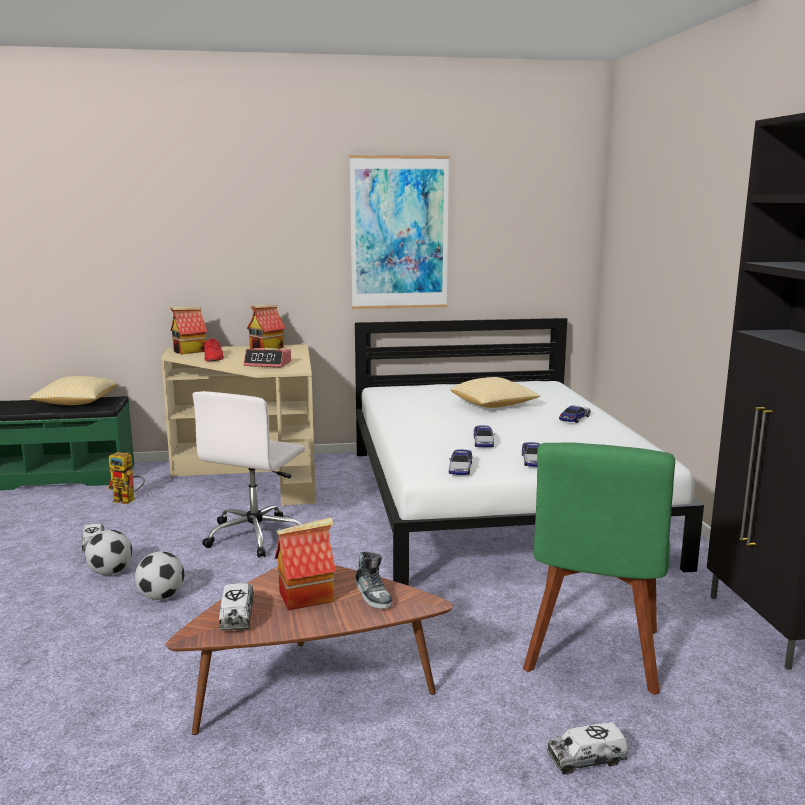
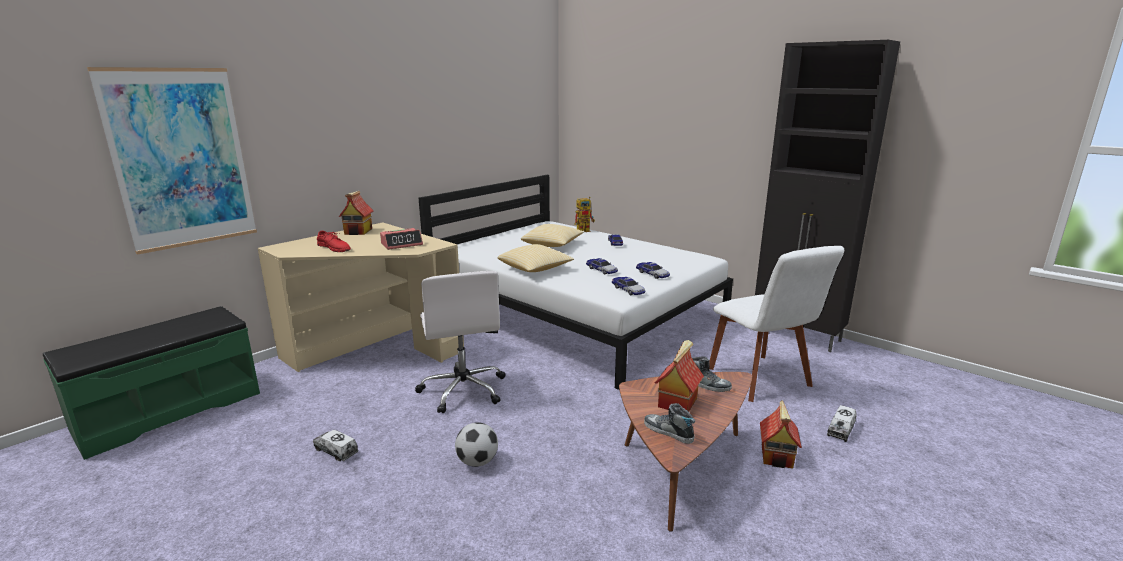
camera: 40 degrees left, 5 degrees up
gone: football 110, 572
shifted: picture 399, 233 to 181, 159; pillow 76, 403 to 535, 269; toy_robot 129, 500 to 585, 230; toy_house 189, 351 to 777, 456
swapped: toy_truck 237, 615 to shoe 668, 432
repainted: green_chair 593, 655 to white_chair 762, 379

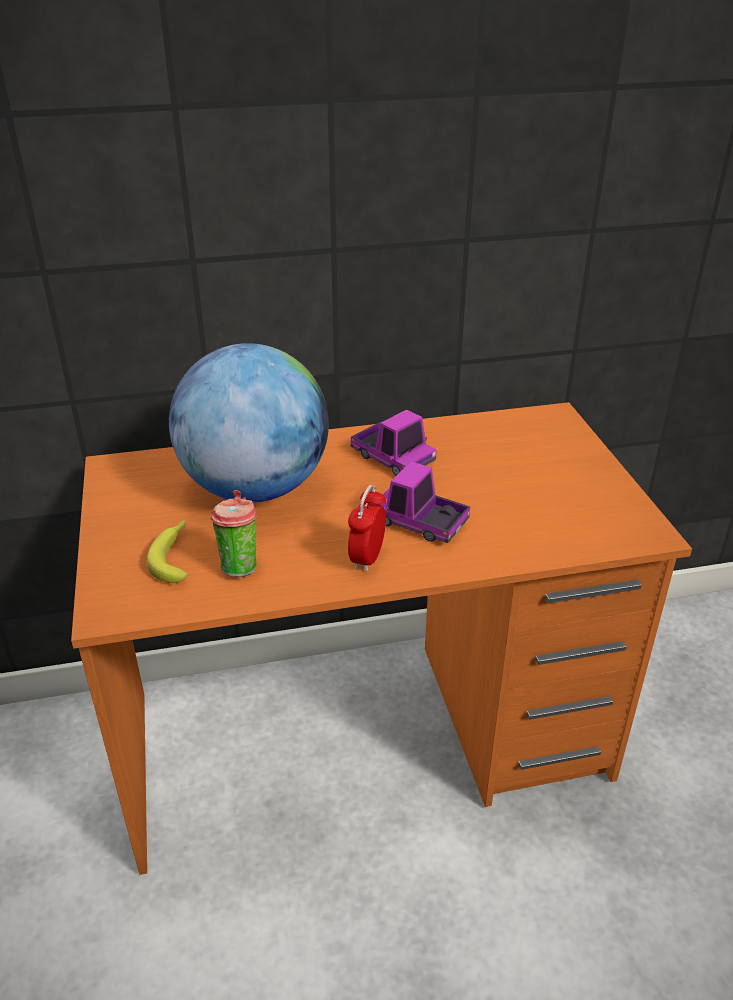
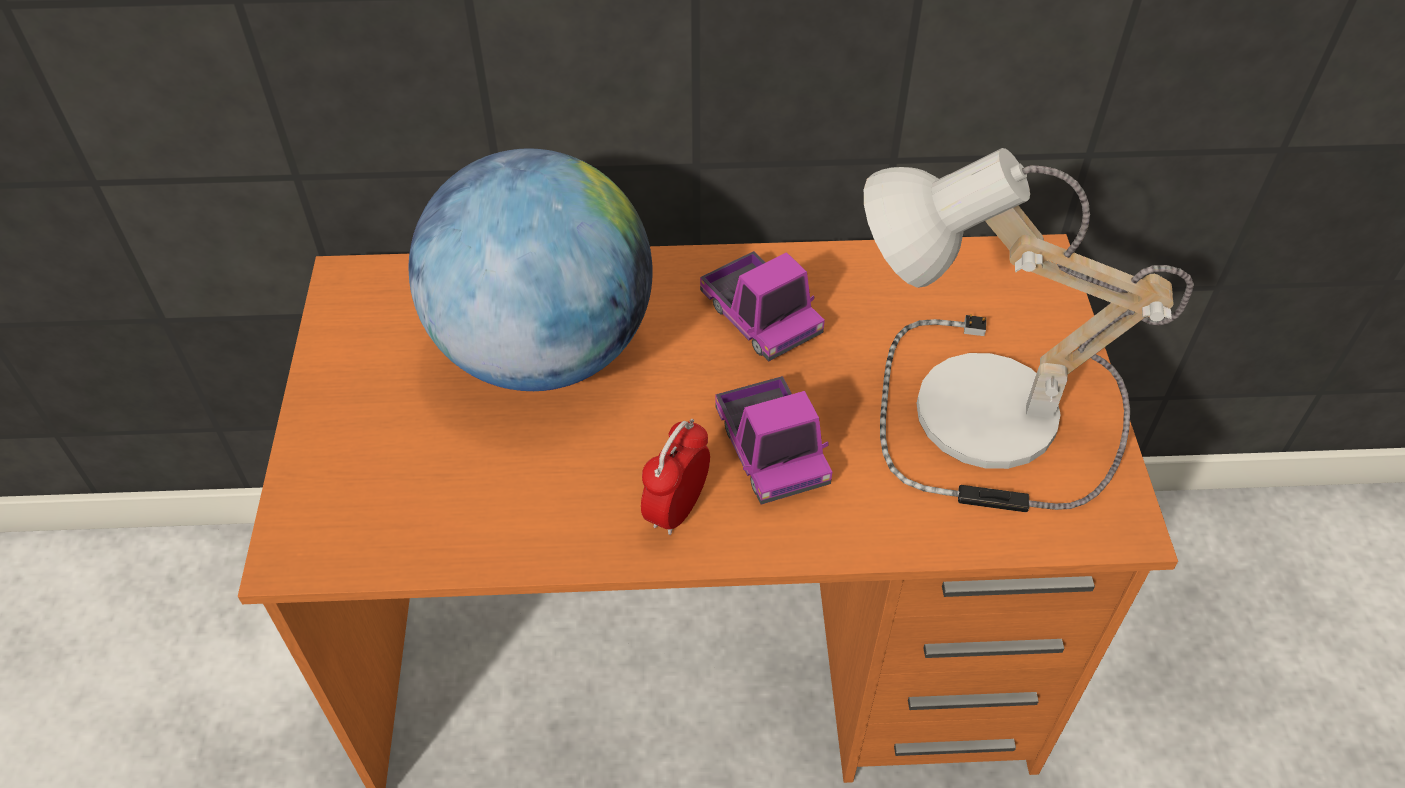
camera: 10 degrees right, 15 degrees up
gone: banana 175, 556; cup 239, 565
new: table_lamp 976, 422
rotated: toy_truck 420, 522 = 771, 450 150 degrees counterclockwise

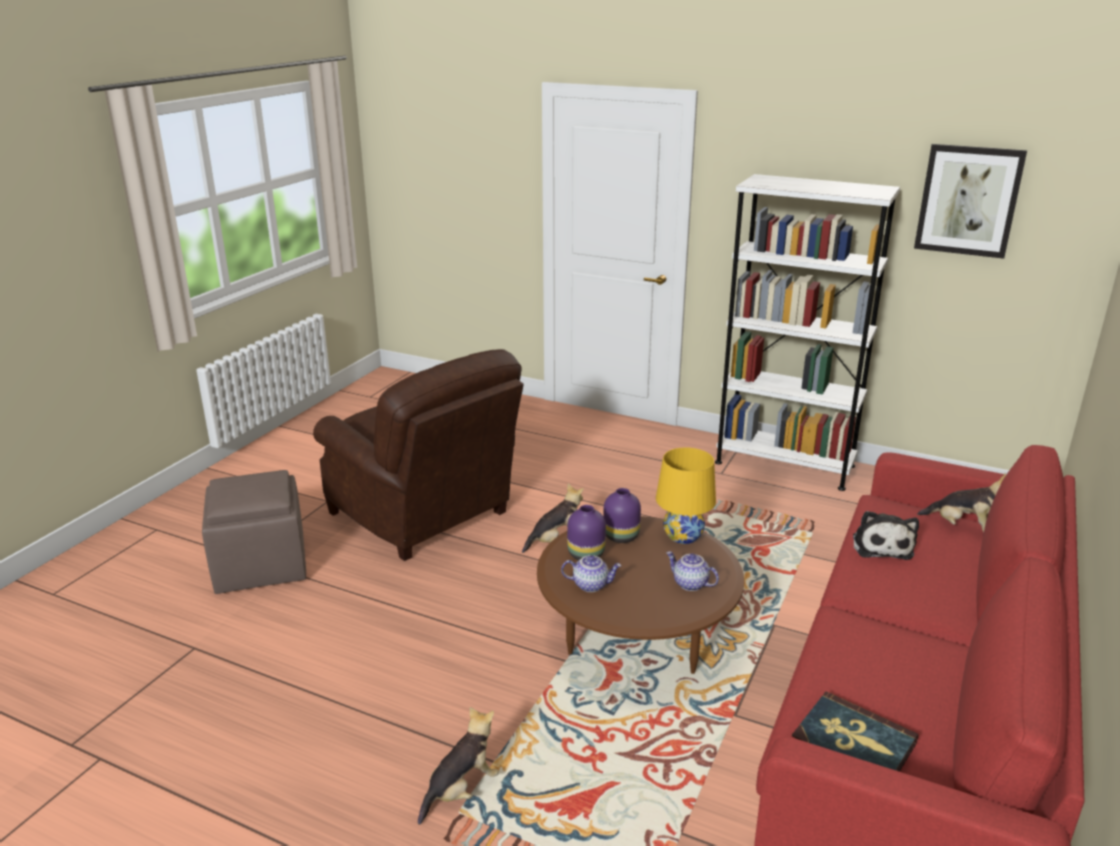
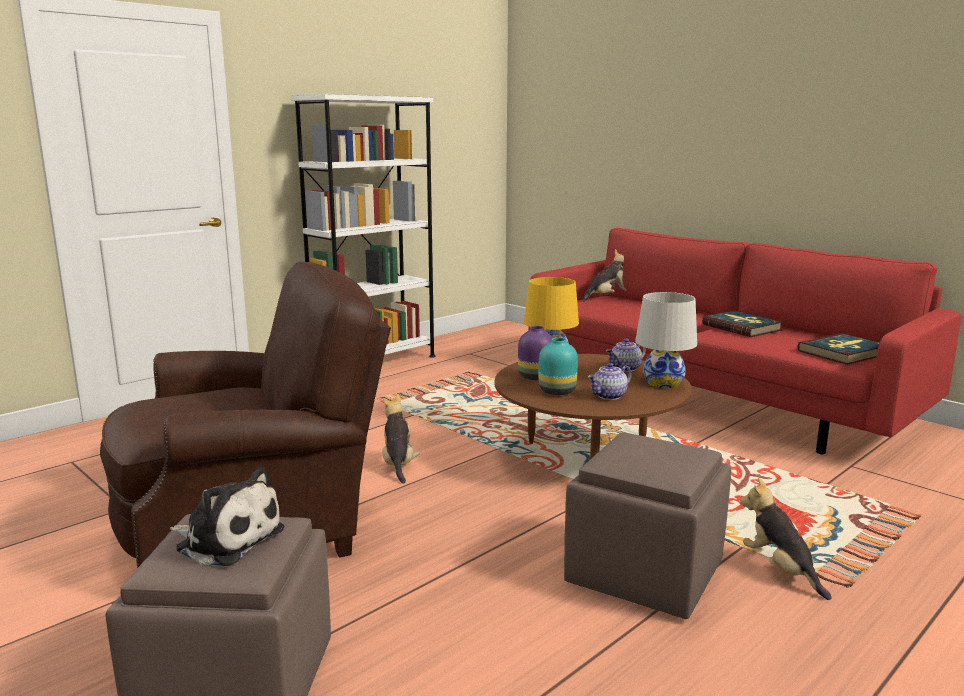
camera: 70 degrees left, 10 degrees down
gone: picture 968, 200
new: brown_ottoman 645, 574; white_table_lamp 663, 383; book 742, 327
shifted: plush_toy 881, 545 to 227, 539
repainted: purple_vase 586, 554 to turquoise_vase 556, 391
rotated: teapot 591, 585 = 609, 396 150 degrees counterclockwise

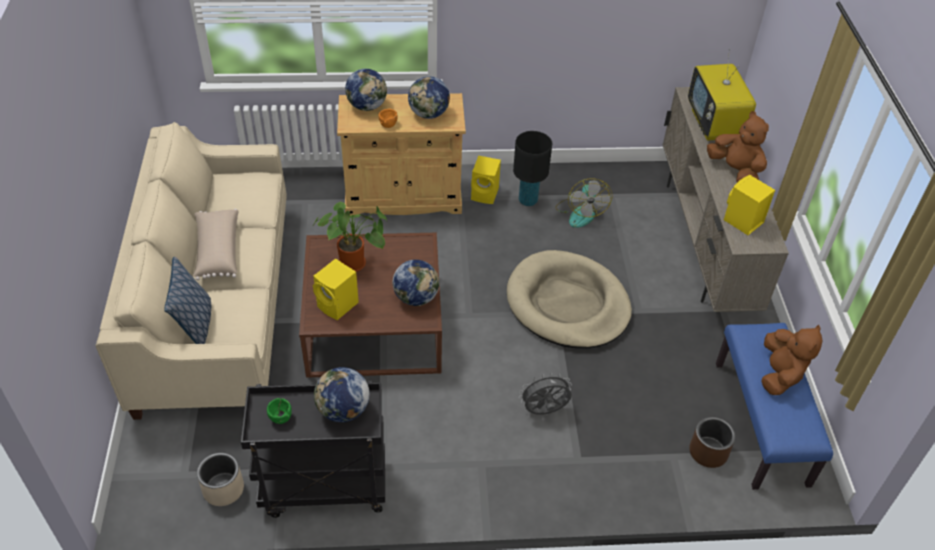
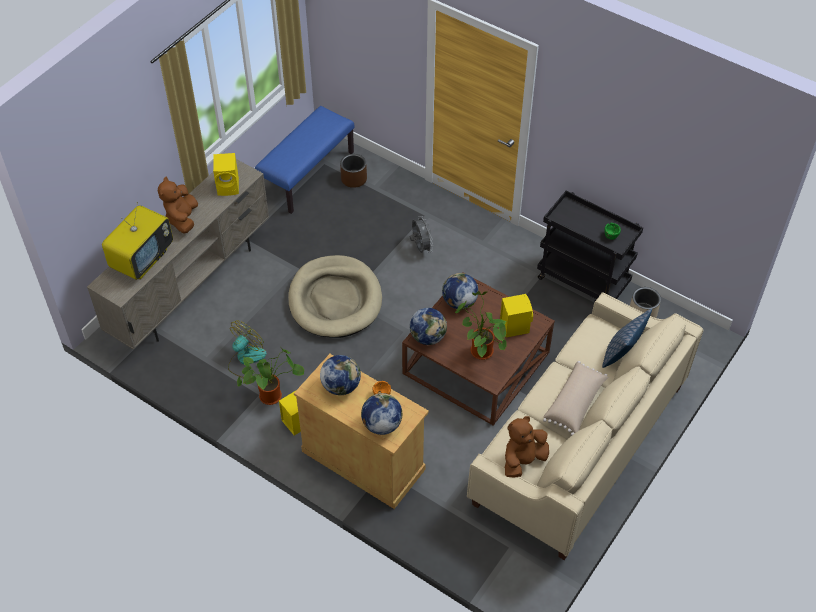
camera: 140 degrees left, 5 degrees up
shifted: globe 343, 410 to 428, 337; brown_plush_toy 780, 374 to 523, 460
swapped: black_table_lamp 527, 200 to potted_plant 272, 395
rotated: grey_fan 544, 411 = 420, 248 135 degrees counterclockwise

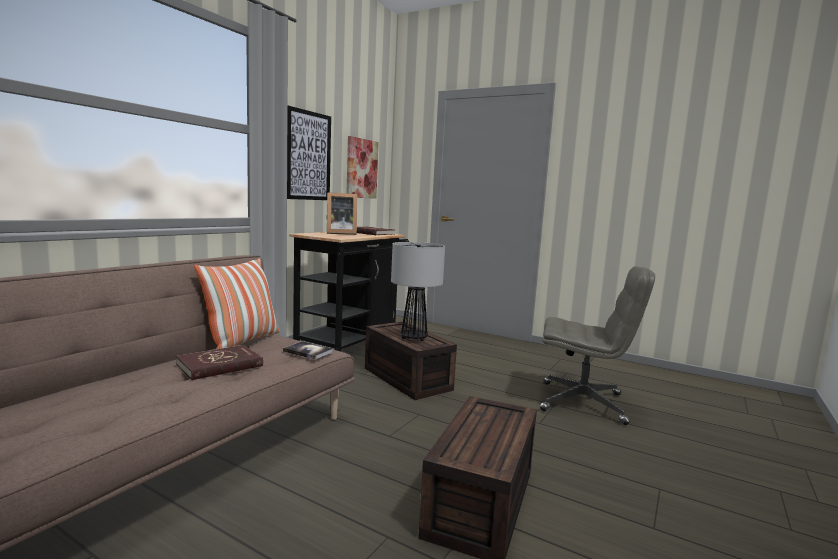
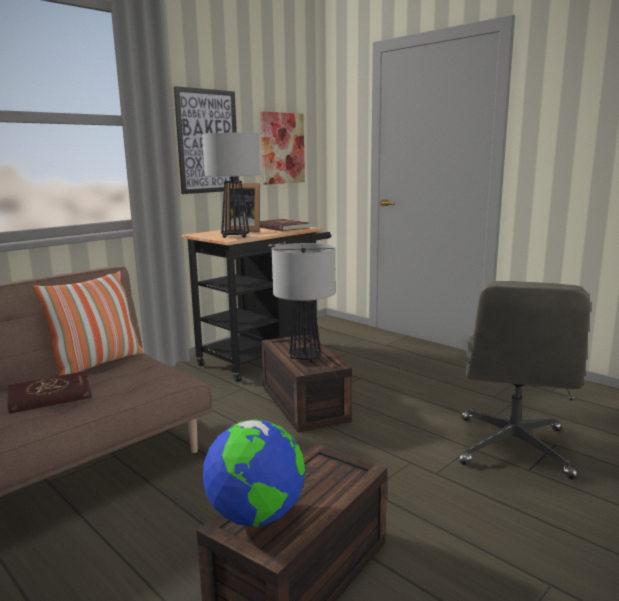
camera: 15 degrees right, 5 degrees up
gone: book 308, 351
new: table_lamp 236, 236; globe 256, 516
rotated: grey_office_chair 583, 402 = 513, 447 75 degrees clockwise

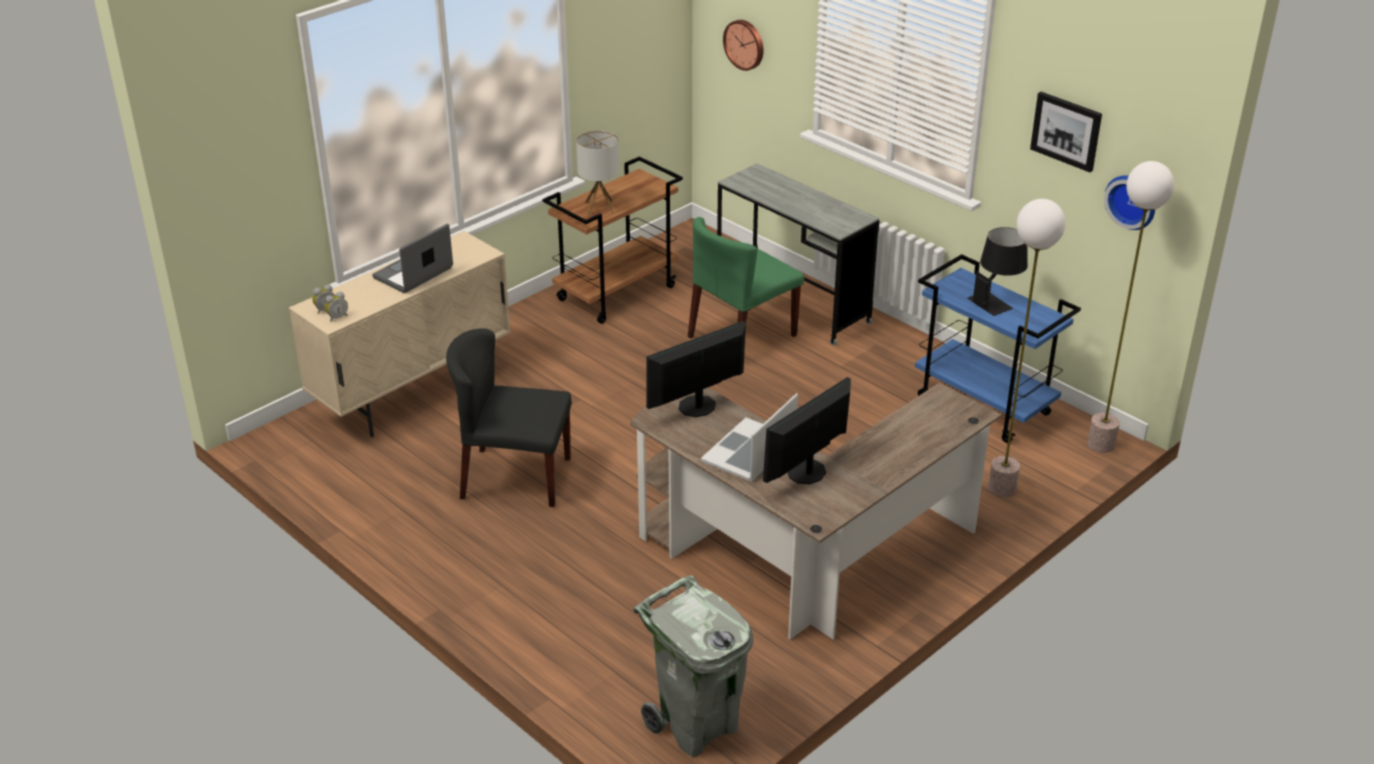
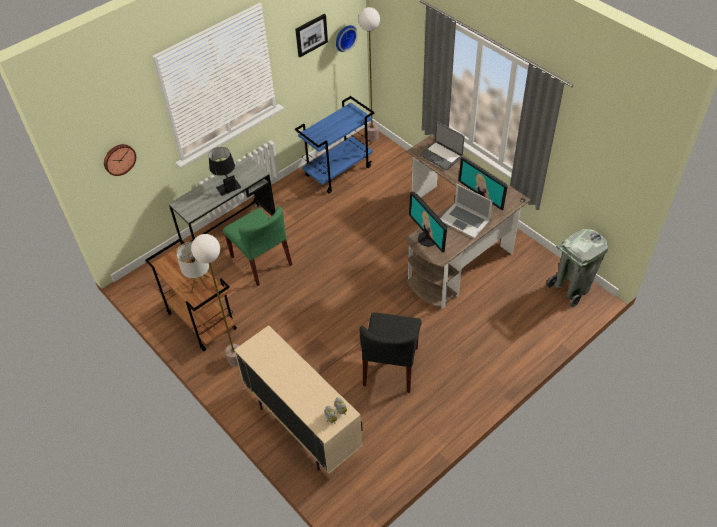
camera: 85 degrees left, 15 degrees up
shifted: floor_lamp 1001, 488 to 235, 360; black_table_lamp 996, 300 to 226, 184; laptop 414, 274 to 441, 155

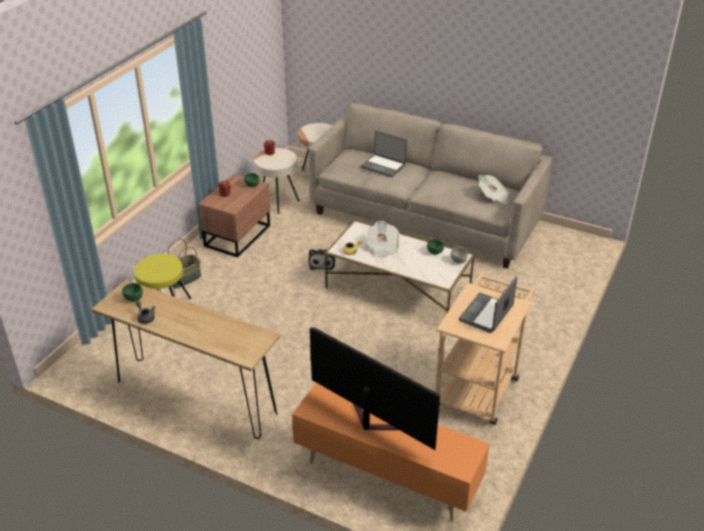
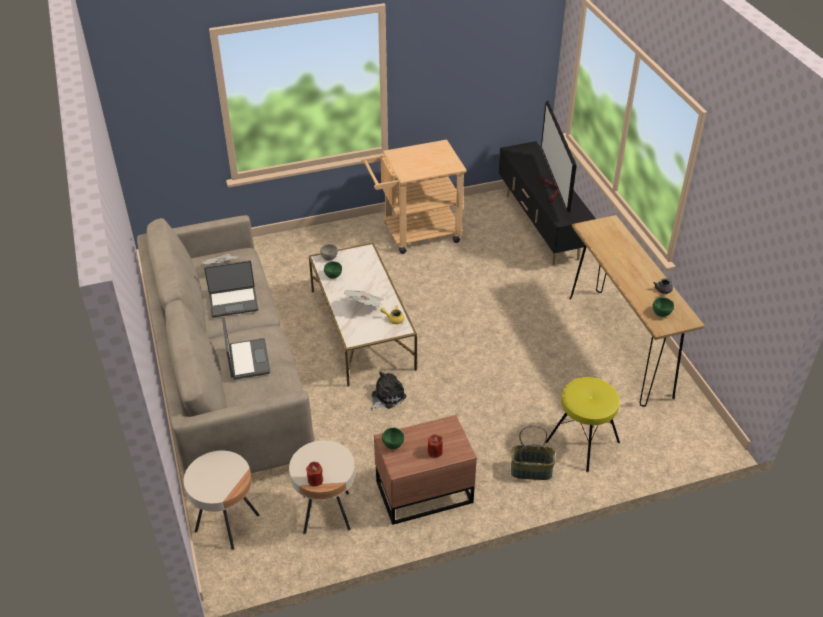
camera: 135 degrees left, 5 degrees up
shifted: laptop 487, 314 to 233, 302
repainted: orange_tv_stand 386, 477 to black_tv_stand 540, 227

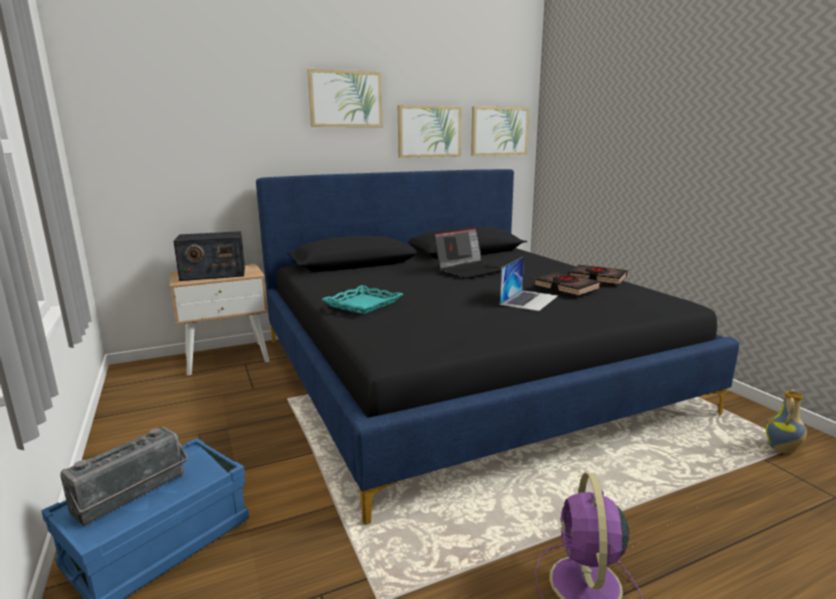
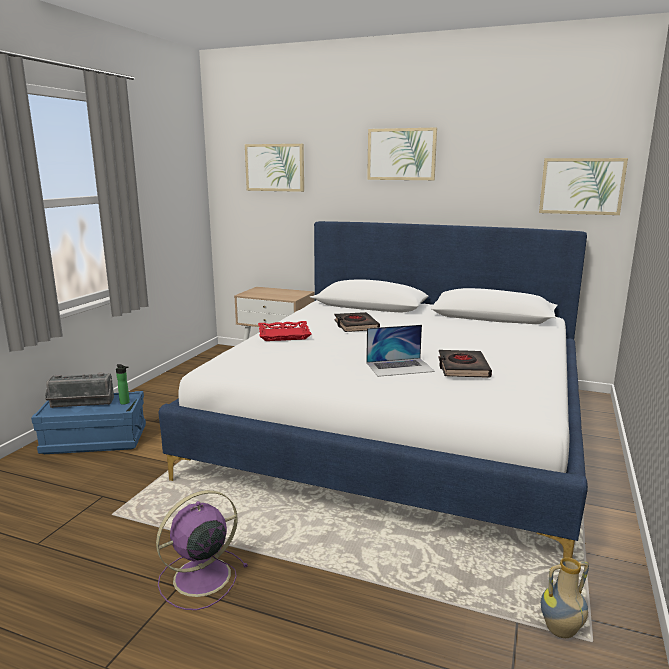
camera: 45 degrees right, 0 degrees up
gone: radio 213, 274; laptop 471, 270
new: bottle 125, 403
shifted: picture 429, 131 to 275, 167; black_book 597, 278 to 356, 326
repainted: black_bed 460, 372 to white_bed 401, 428; turquoise_tray 363, 304 to red_tray 284, 335

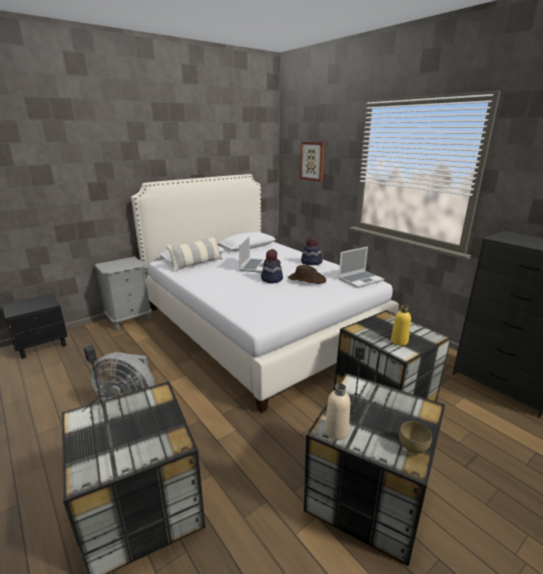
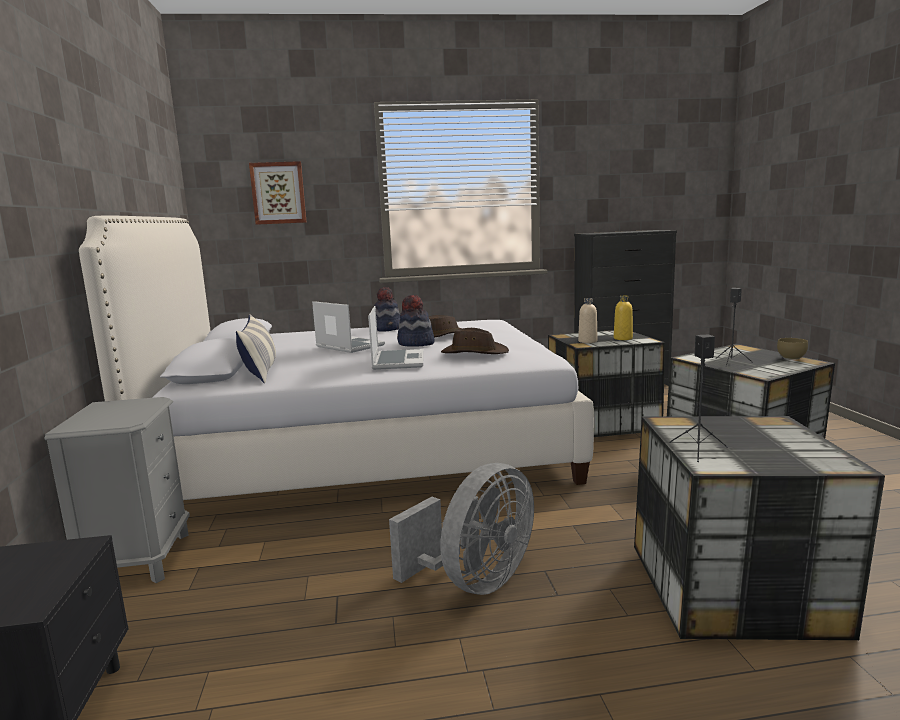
camera: 60 degrees left, 10 degrees down
new: brown_hat 474, 352
shifted: laptop 360, 279 to 397, 361; beige_bottle 336, 431 to 587, 341

